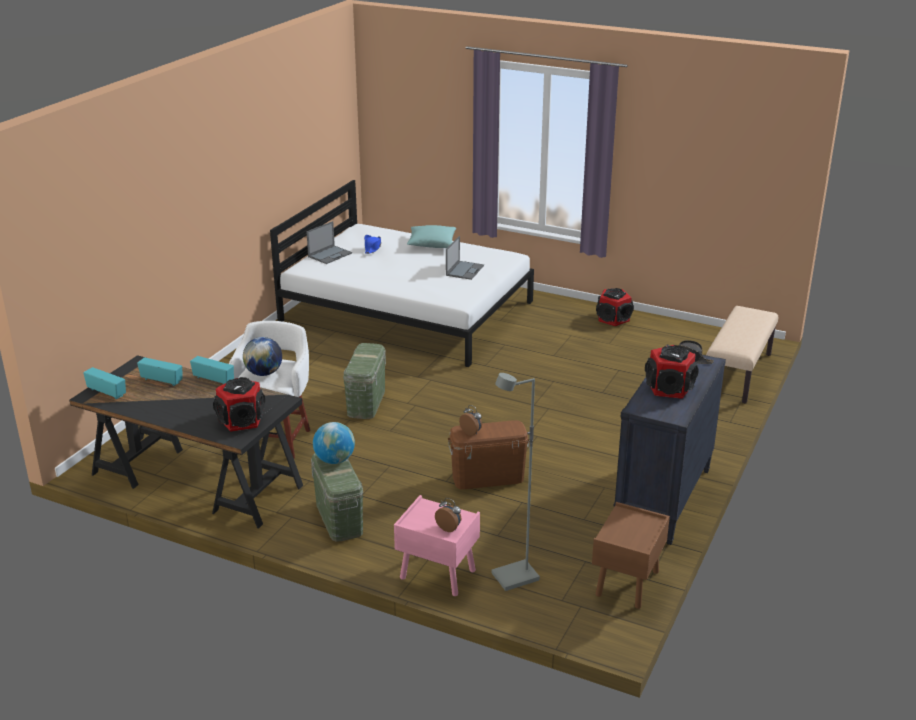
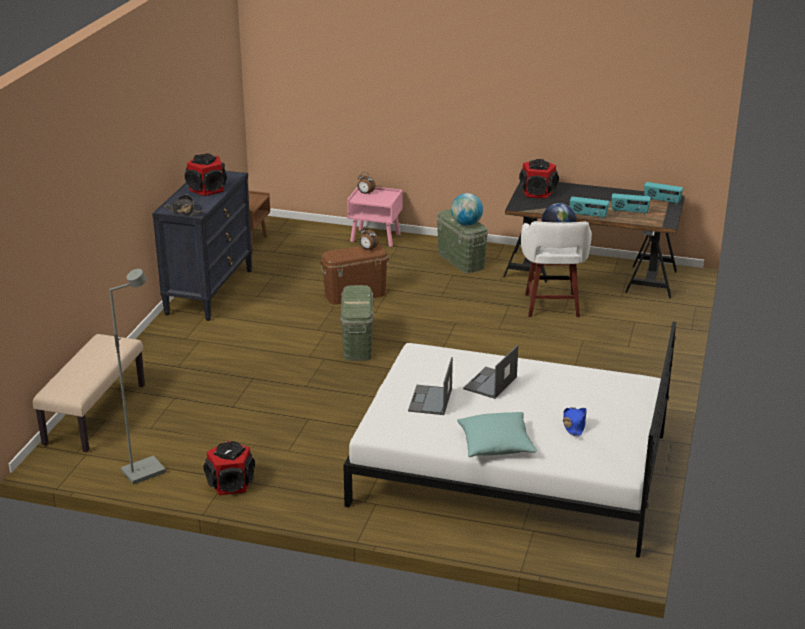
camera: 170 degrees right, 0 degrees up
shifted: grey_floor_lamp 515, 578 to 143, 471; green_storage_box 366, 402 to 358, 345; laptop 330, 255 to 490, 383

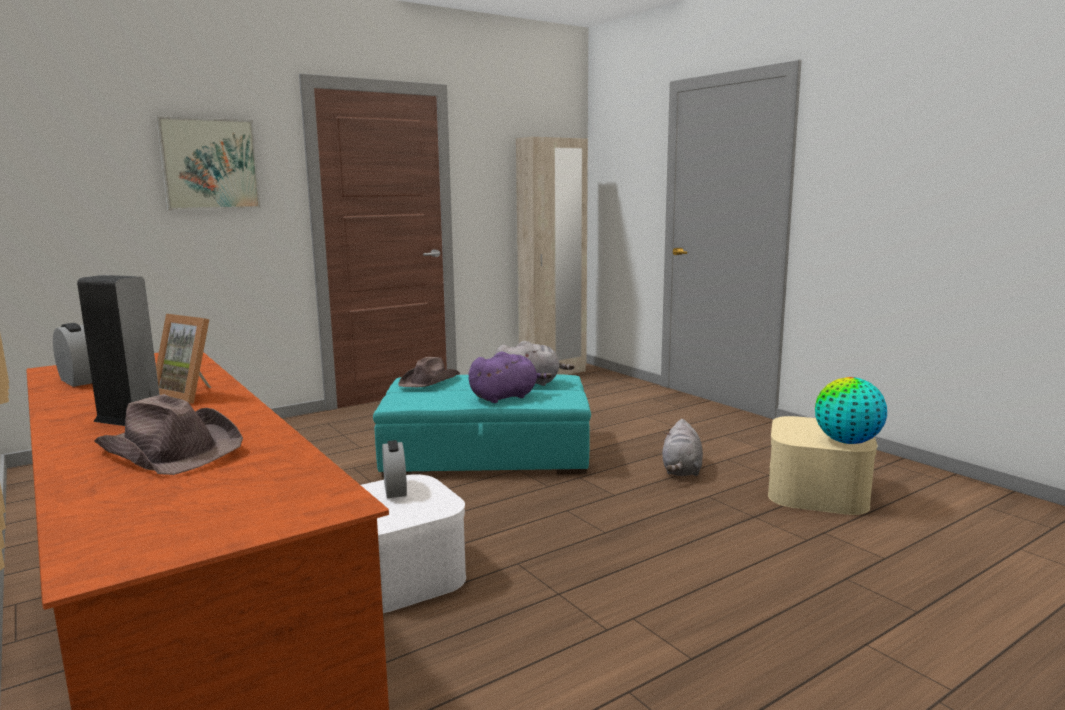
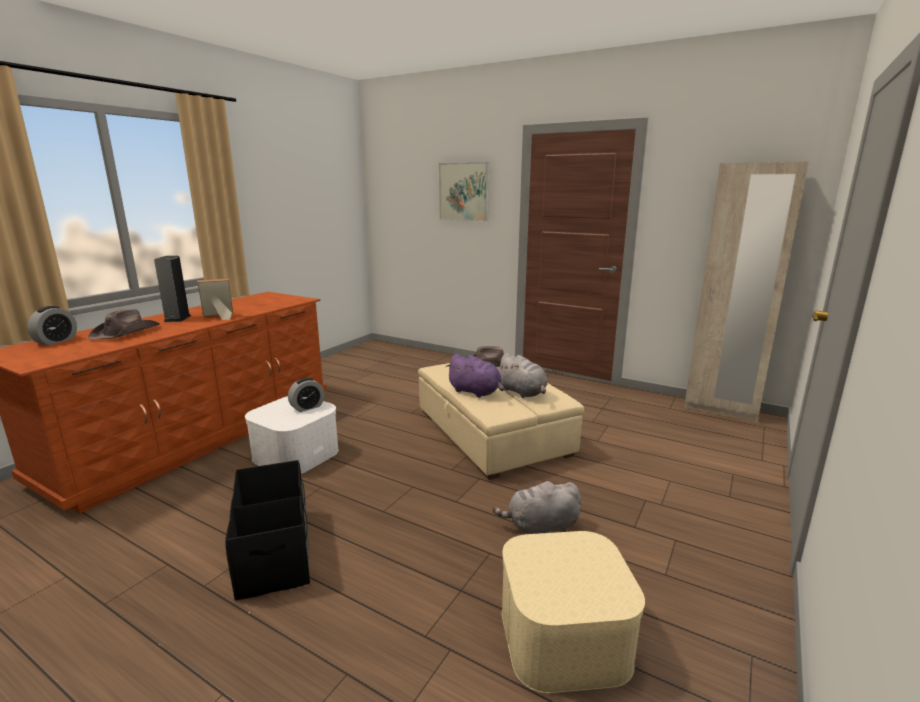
camera: 65 degrees right, 5 degrees up
gone: globe 847, 442
new: black_storage_box 274, 550
shifted: alarm_clock 79, 381 to 56, 341
repainted: turquoise_ottoman 486, 454 to beige_ottoman 491, 432
rotated: picture_frame 191, 394 = 218, 317 60 degrees clockwise

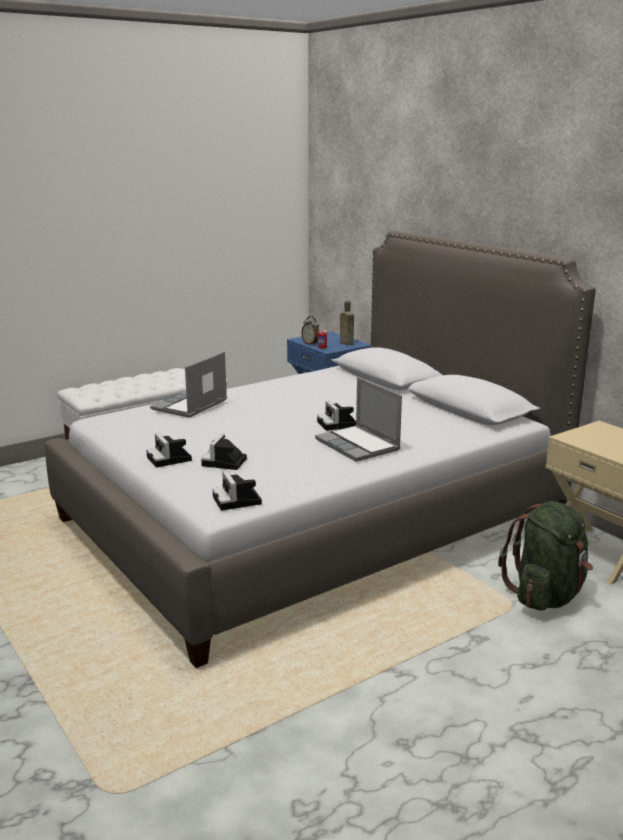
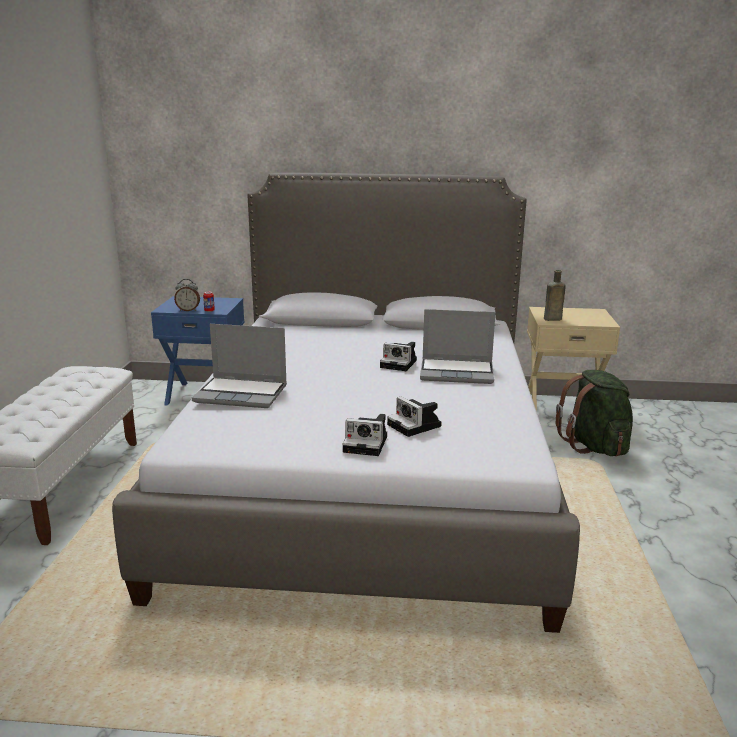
camera: 50 degrees left, 0 degrees up
gone: photo_camera 238, 501
shifted: brown_bottle 345, 343 to 551, 319
rotated: laptop 190, 405 = 242, 394 60 degrees counterclockwise

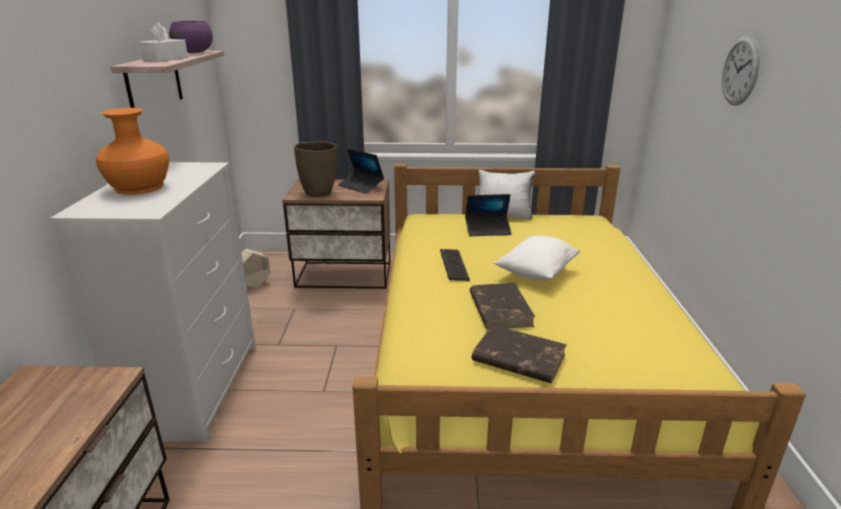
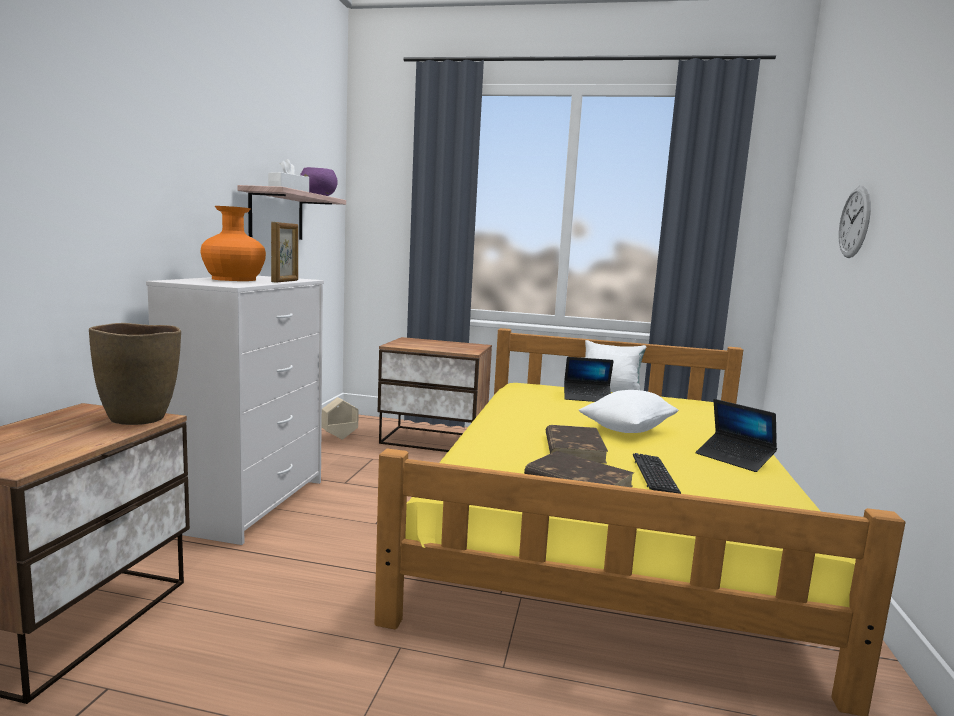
camera: 10 degrees right, 15 degrees down
new: picture_frame 285, 281
shifted: brown_vase 319, 193 to 139, 418; keyboard 454, 266 to 654, 475; laptop 361, 186 to 734, 458

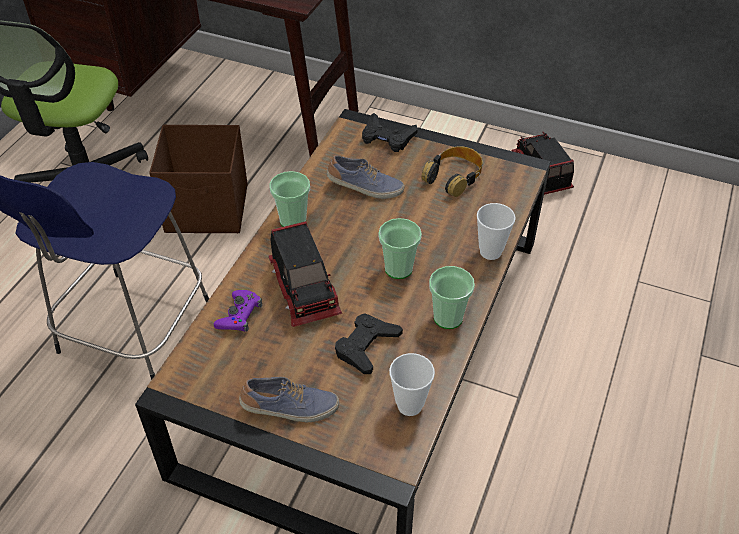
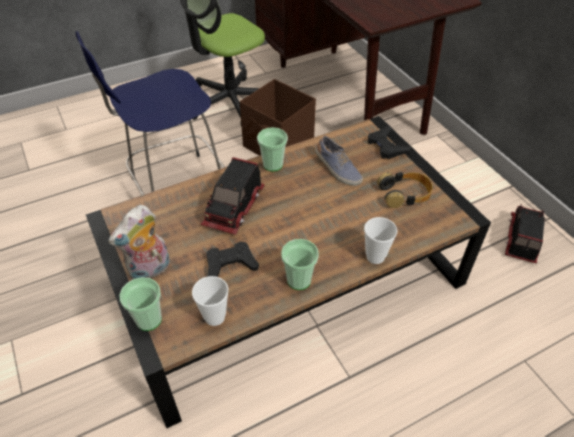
camera: 40 degrees right, 0 degrees up
gone: purple_game_controller 239, 315
shifted: cup 398, 268 to 149, 319
swapped: shoe 290, 409 to plush_toy 150, 270

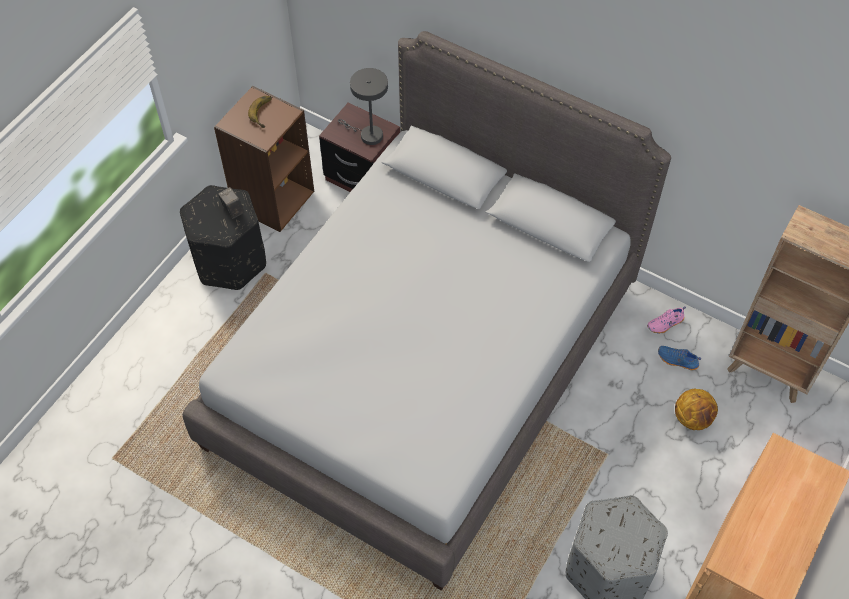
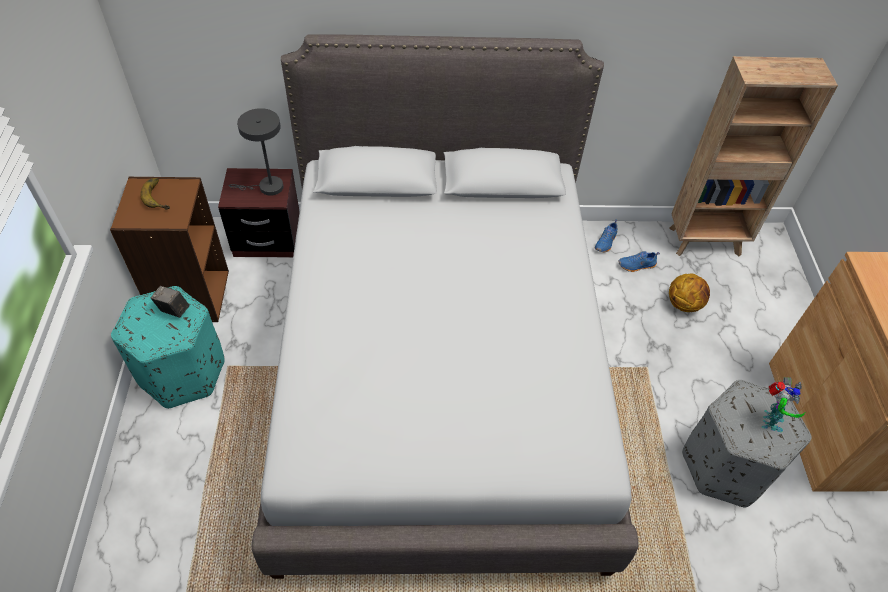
camera: 35 degrees left, 5 degrees down
new: toy_robot 769, 421
repainted: black_ottoman 229, 261 to turquoise_ottoman 182, 373; pink_shoe 665, 324 to blue_shoe 606, 242

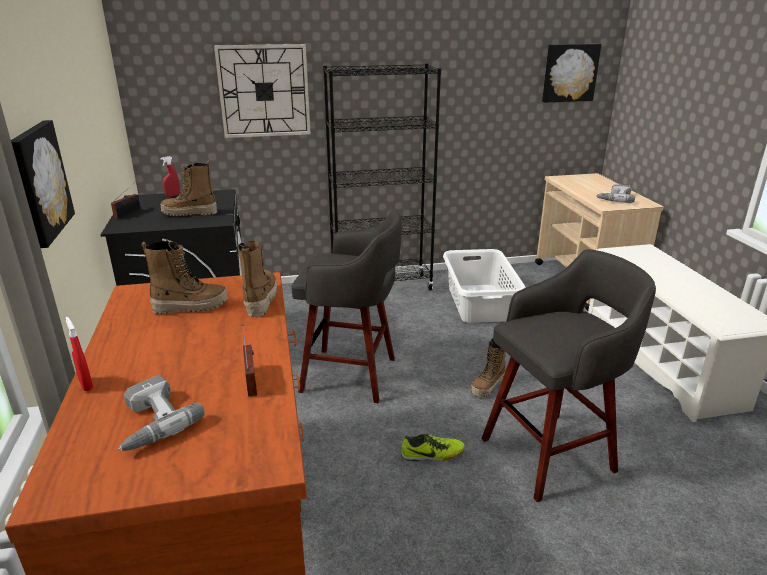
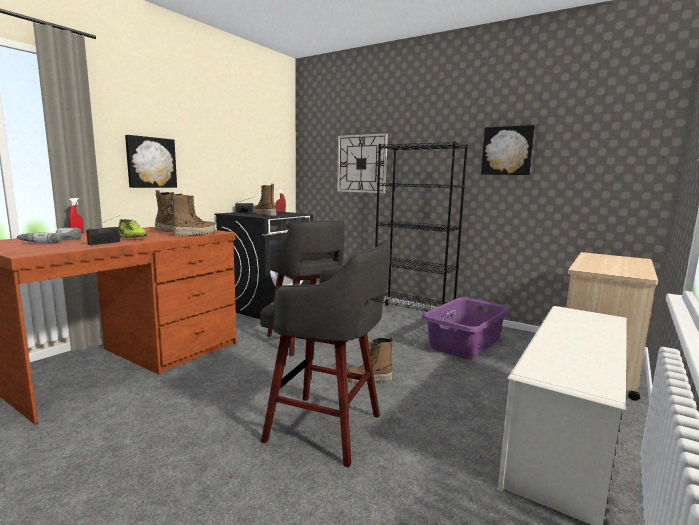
camera: 45 degrees right, 15 degrees down
gone: power_drill 614, 198
shifted: shoe 432, 455 to 131, 238; picture 569, 73 to 507, 151
repainted: white_laundry_basket 478, 303 to purple_laundry_basket 463, 343

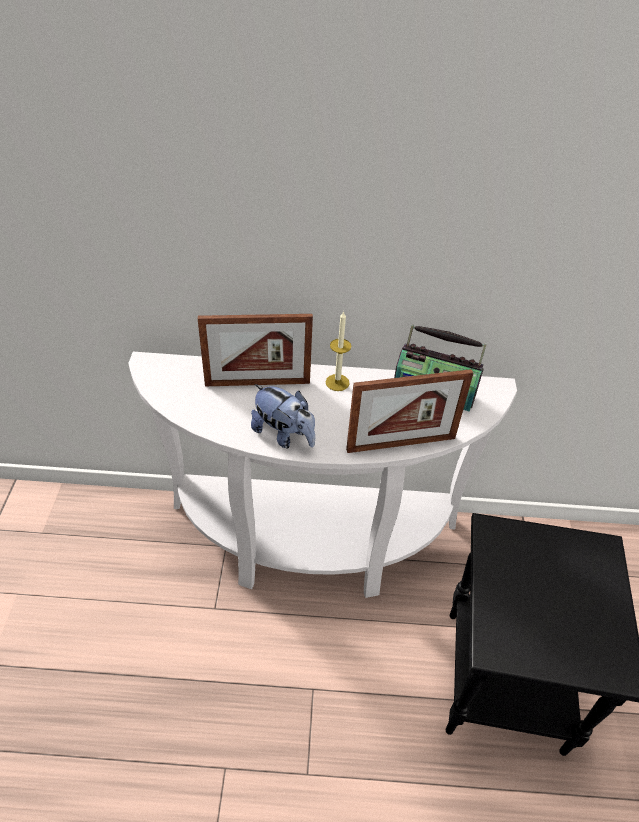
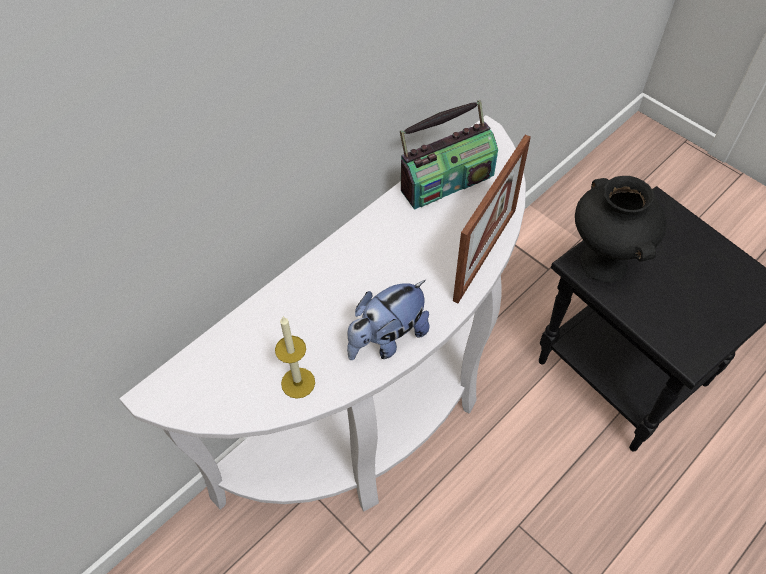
camera: 45 degrees left, 10 degrees up
gone: picture_frame 257, 383
new: black_vase 602, 262
shifted: candle 337, 382 to 298, 383
rotated: plush_toy 284, 435 = 387, 339 150 degrees clockwise

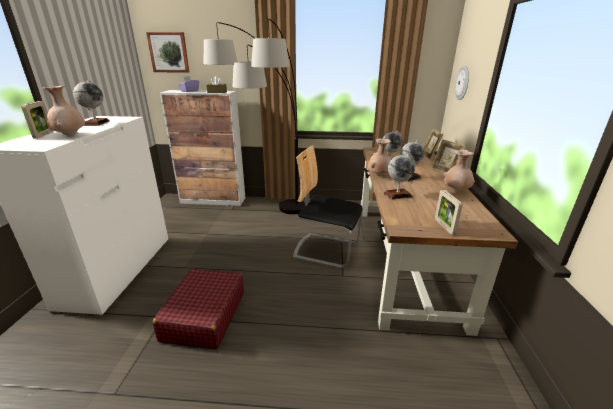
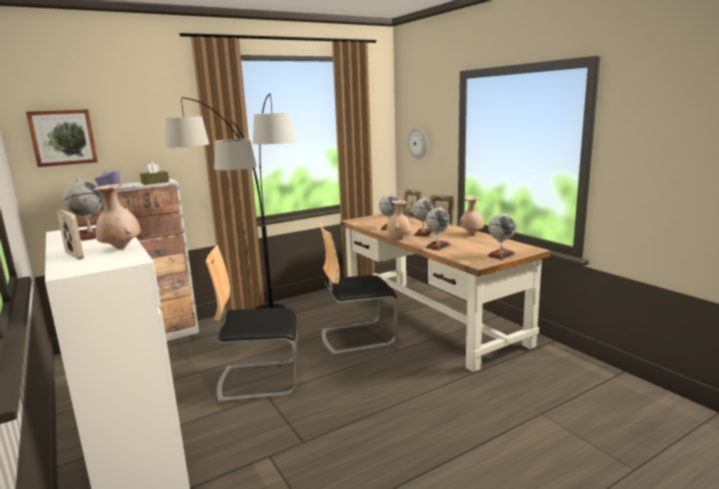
camera: 35 degrees left, 10 degrees down
gone: red_suitcase 204, 316
new: chair 260, 380
swapped: picture_frame 444, 226 to globe 501, 255

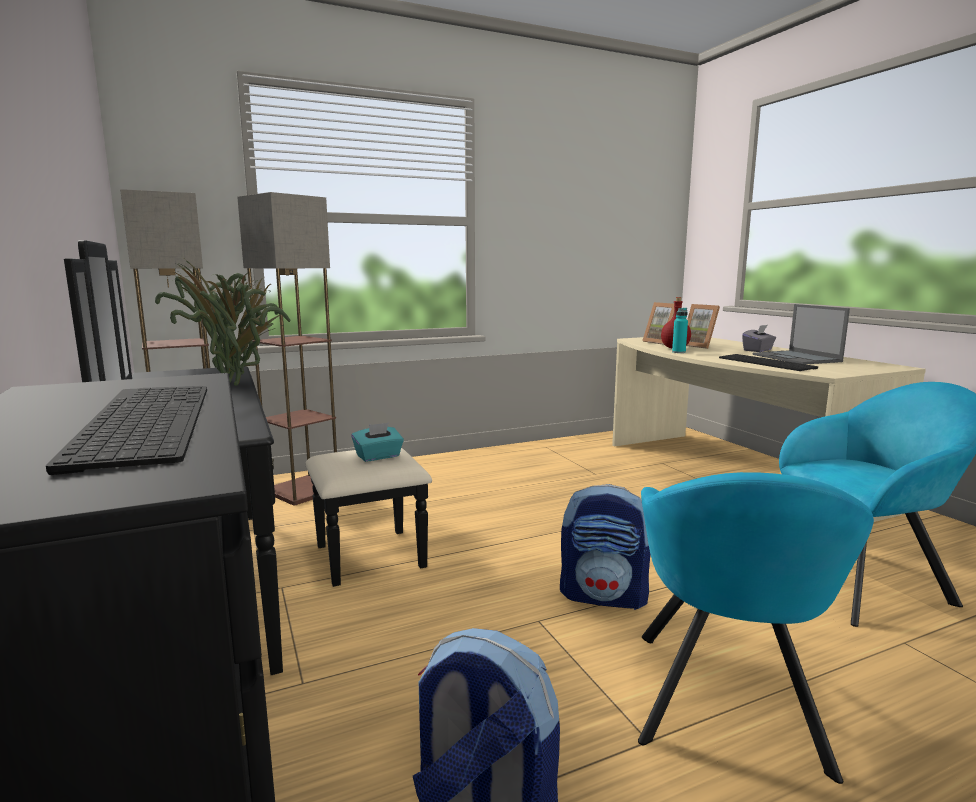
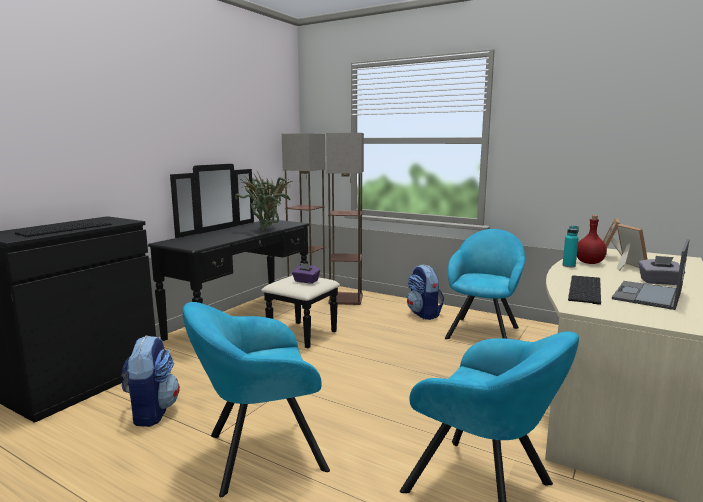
camera: 55 degrees right, 0 degrees up
new: turquoise_armchair 483, 331
shifted: backpack 604, 596 to 424, 314
repainted: turquoise_tissue_box 378, 456 to purple_tissue_box 306, 281
rotated: picture_frame 700, 346 = 626, 267 150 degrees clockwise

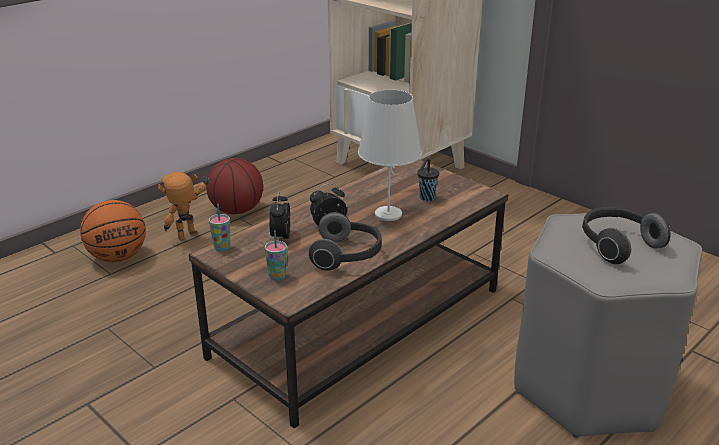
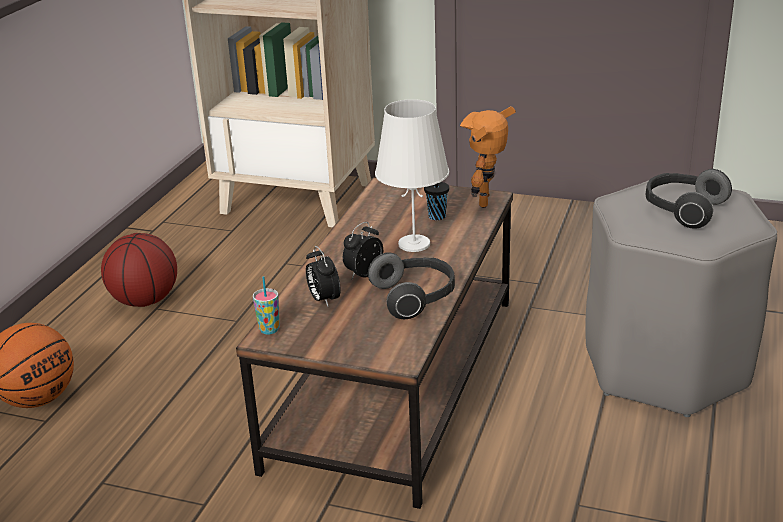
camera: 25 degrees left, 0 degrees up
gone: cup 277, 276
shifted: toy_robot 190, 237 to 489, 202

